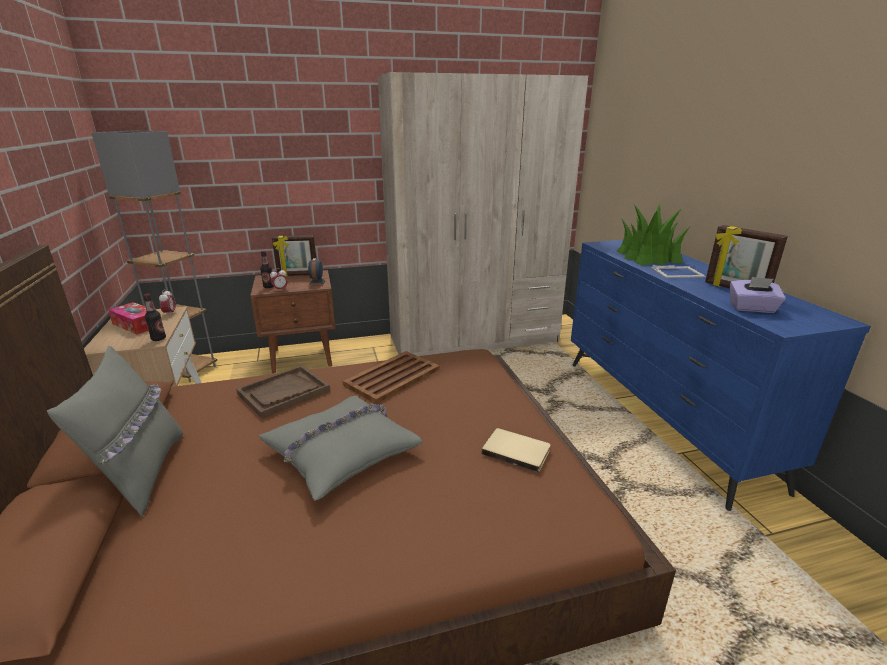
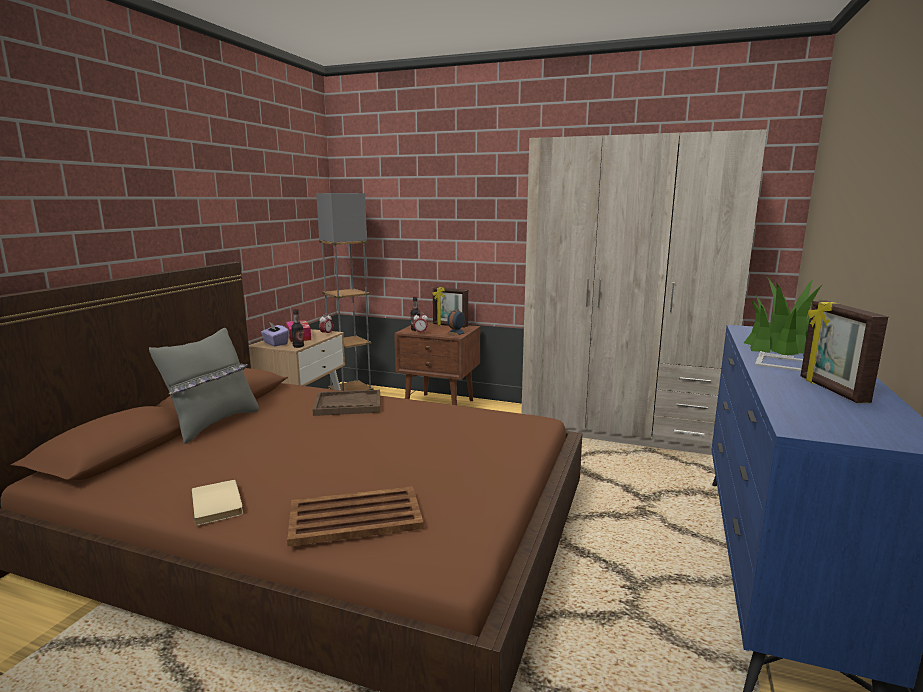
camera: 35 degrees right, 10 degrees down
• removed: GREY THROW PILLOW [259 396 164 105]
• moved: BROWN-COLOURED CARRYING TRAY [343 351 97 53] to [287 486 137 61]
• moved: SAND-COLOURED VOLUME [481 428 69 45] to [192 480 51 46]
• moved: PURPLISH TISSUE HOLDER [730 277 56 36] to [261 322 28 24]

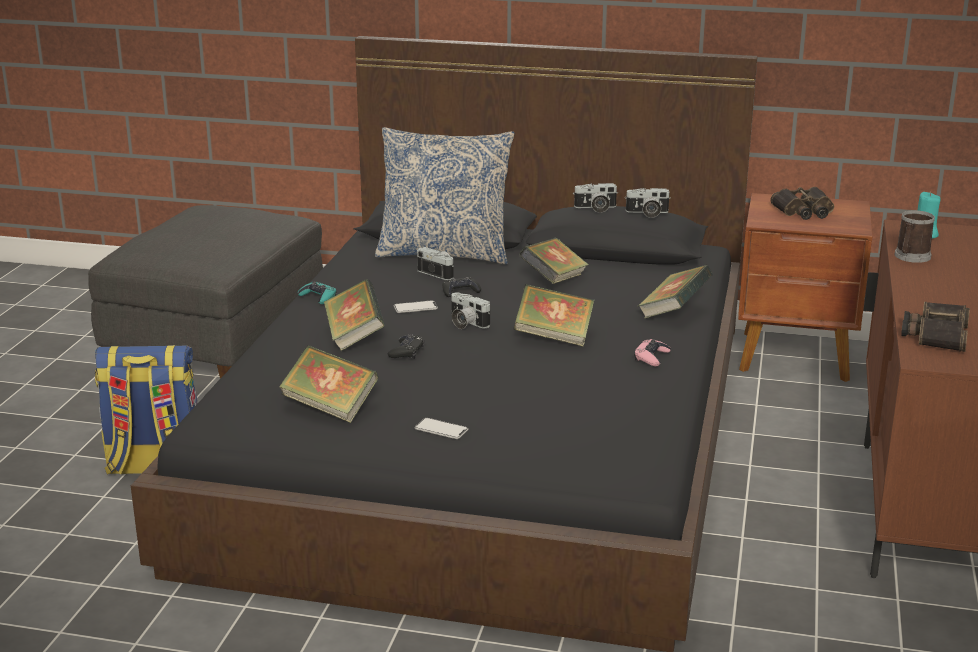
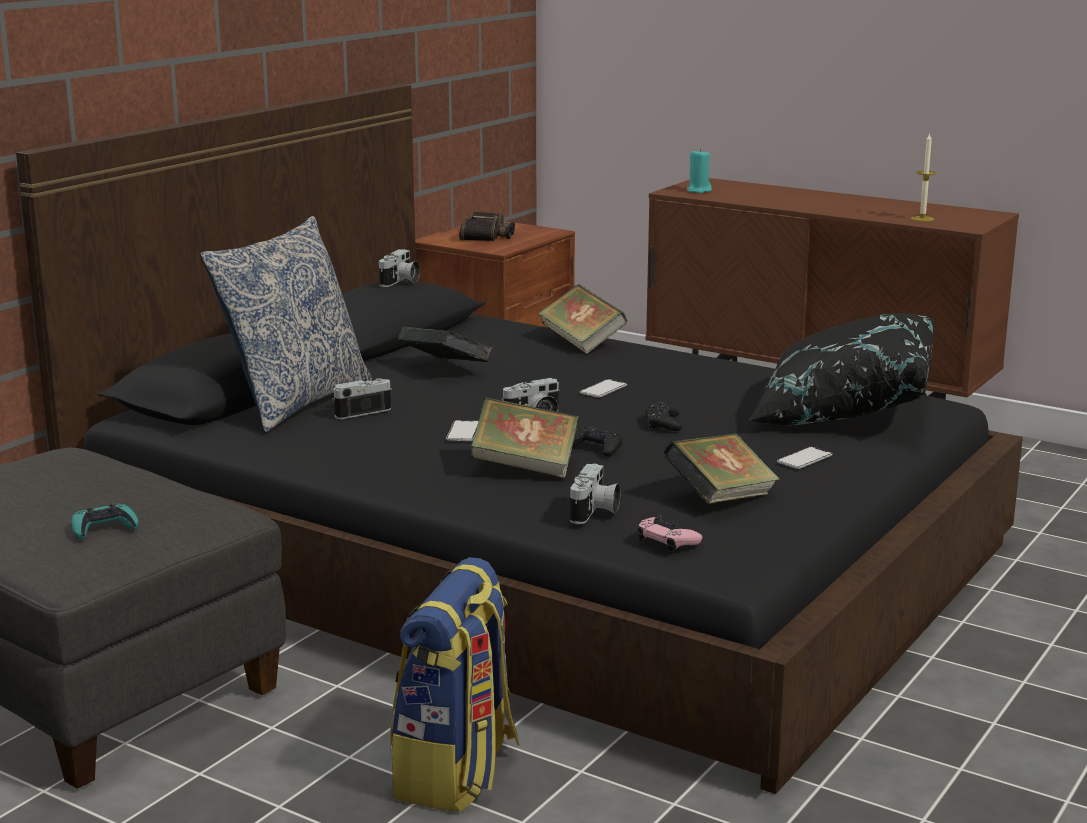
camera: 70 degrees left, 5 degrees down
• moved: TURQUOISE GAMEPAD [298 282 39 22] to [72 504 67 36]
• moved: BLACKISH GAMEPAD [442 277 39 20] to [646 402 37 29]
• replaced: VOLUME [514 284 80 63] to PHONE [580 379 47 19]
• moved: STILL CAMERA [574 183 44 30] to [570 463 50 61]
• moved: PINKISH GAMEPAD [634 339 37 27] to [638 515 64 37]
• removed: TEA MUG [895 210 40 53]
• replaced: FIELD GLASSES [901 302 69 50] to CANDLE [911 133 25 89]
• added: BLACKISH THROW PILLOW [748 313 187 112]

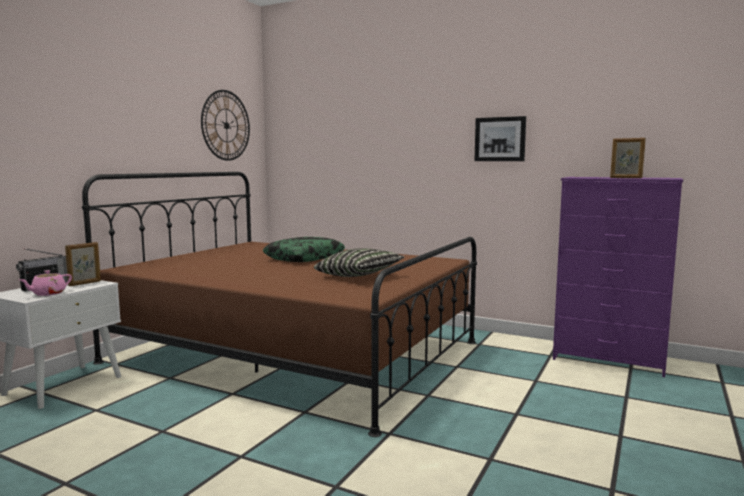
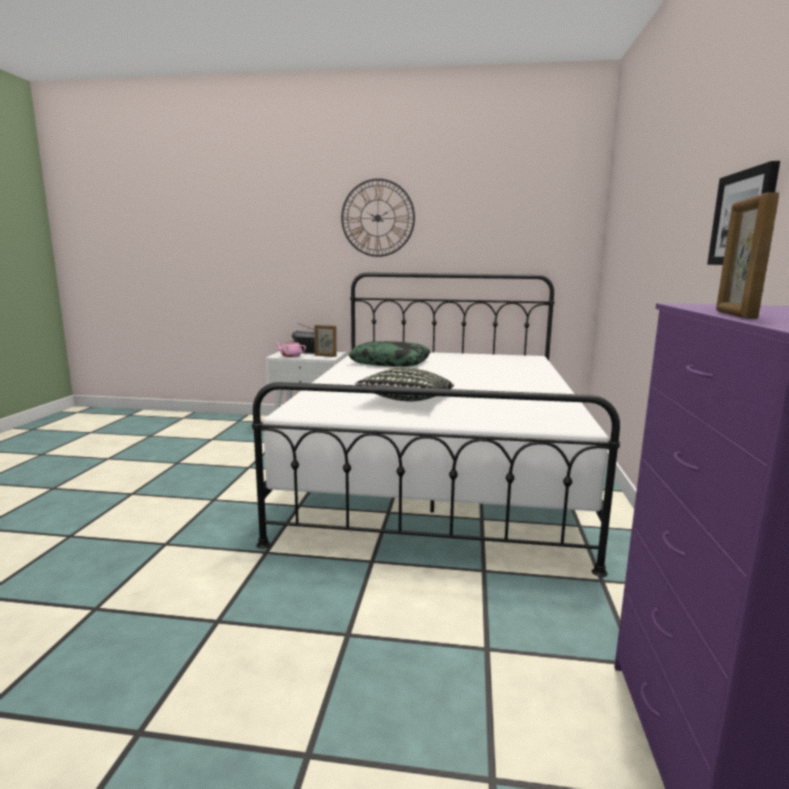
camera: 70 degrees right, 5 degrees up
• recoloured: BROWN-COLOURED BEDROOM BED [82 172 395 265] to WHITE-COLOURED BEDROOM BED [252 272 368 305]
• moved: WALL CLOCK [201 90 49 71] to [341 178 74 79]
• moved: THROW PILLOW [262 237 83 25] to [349 341 81 26]

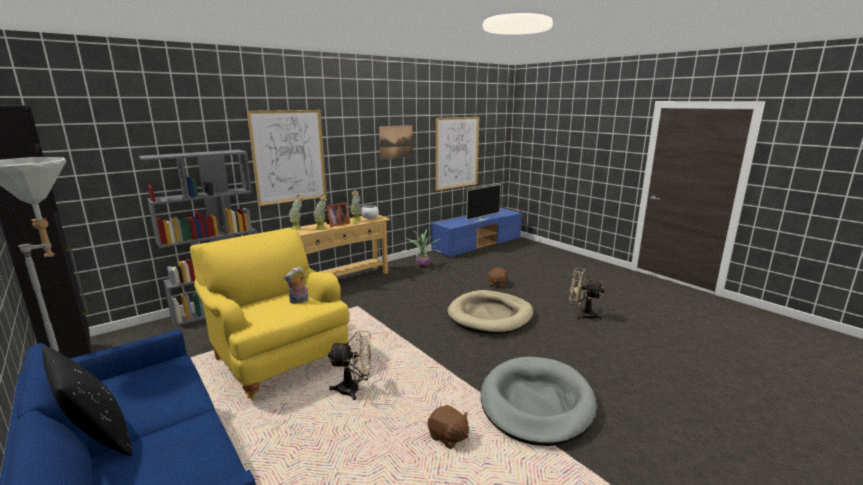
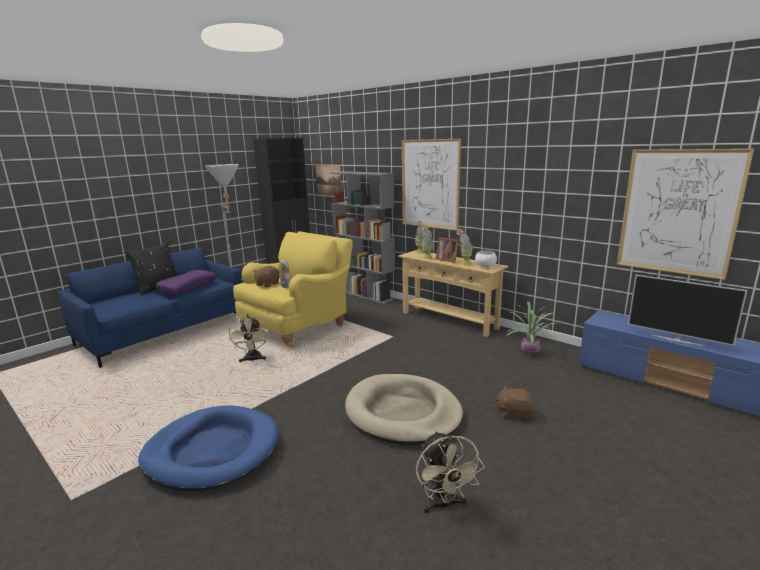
camera: 80 degrees right, 0 degrees up
• moved: WALL PICTURE [379 125 34 34] to [316 165 26 31]
• moved: BROWN-COLOURED SOFT TOY [427 405 42 44] to [253 266 27 21]
• recoloured: GREY DOG CUSHION [481 357 116 89] to BLUE DOG CUSHION [138 406 140 85]
• turned: SAND-COLOURED COOLING FAN [569 268 35 52] = [416 431 69 82] 150 degrees clockwise
• added: PURPLISH THROW PILLOW [155 270 61 24]

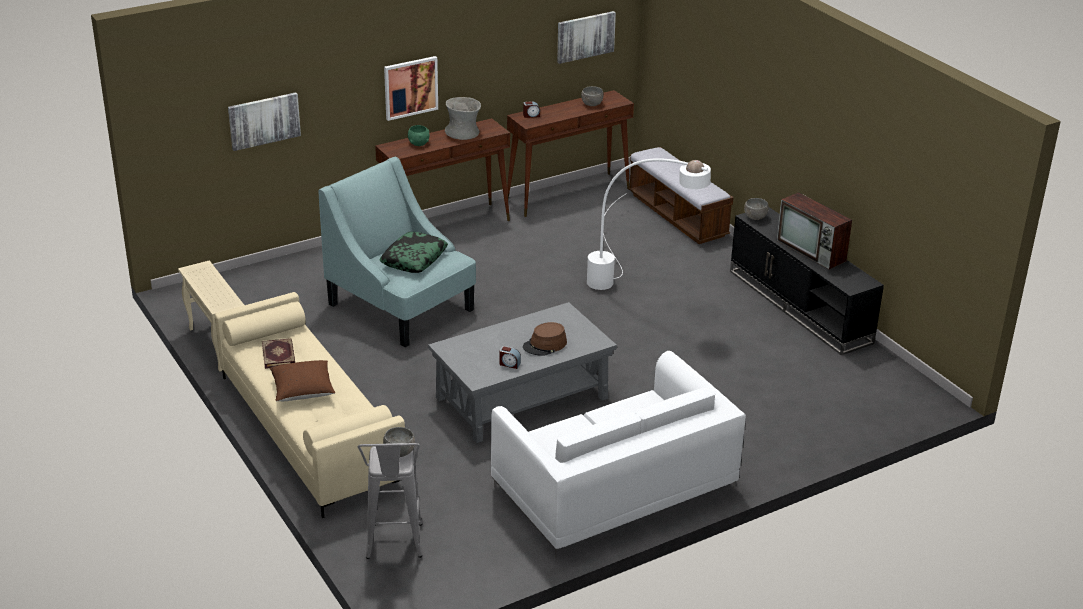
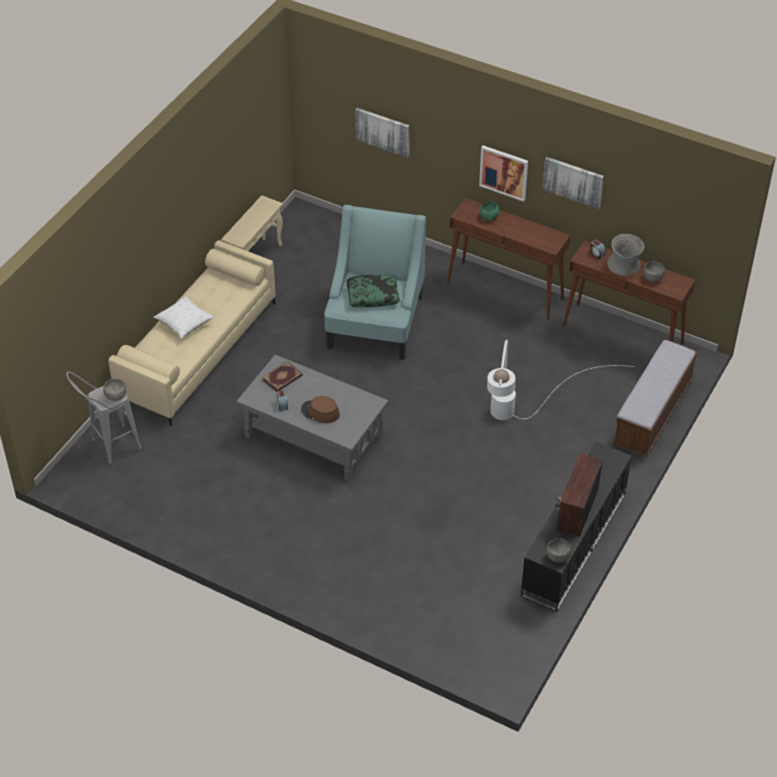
camera: 60 degrees right, 15 degrees up
• moved: VOLUME [262 338 33 31] to [262 361 40 31]
• recoloured: BROWN-COLOURED THROW PILLOW [270 360 65 41] to WHITE-COLOURED THROW PILLOW [154 296 60 43]
• moved: GREY DECORATIVE VASE [445 97 36 43] to [607 234 37 42]
• removed: WHITE-COLOURED SOFA [491 351 255 206]
• moved: WALL PICTURE [557 11 59 53] to [542 157 62 52]
• moved: GREY BOWL [744 198 25 22] to [547 539 24 24]

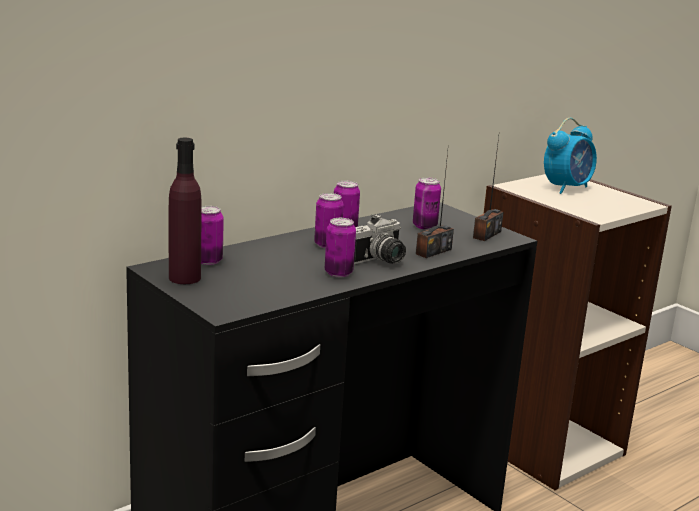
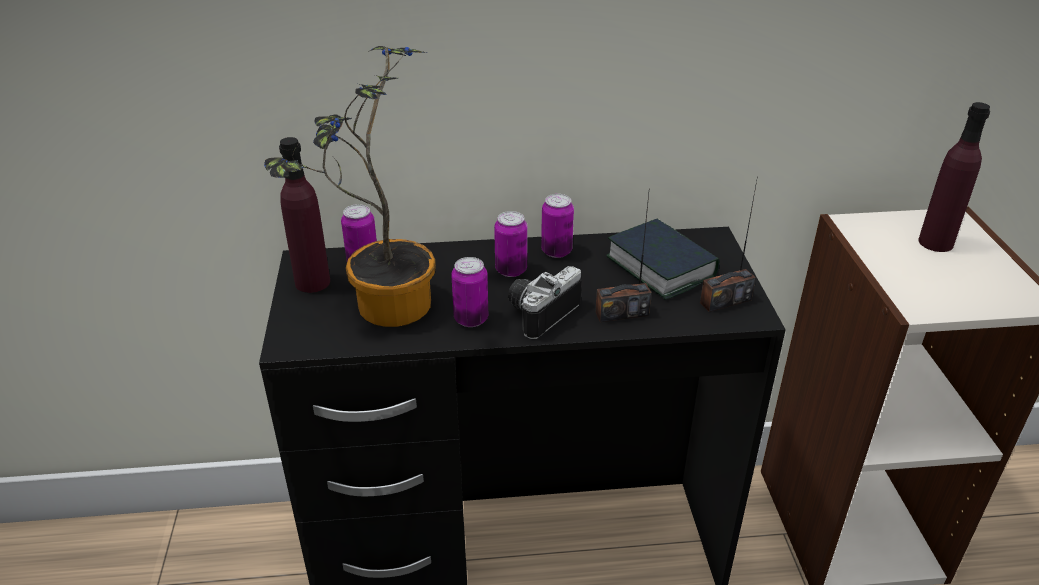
camera: 35 degrees right, 15 degrees up
• turned: STILL CAMERA [354 214 52 51] = [508 266 74 73] 135 degrees clockwise
• replaced: SEALED CAN [413 177 28 53] to VOLUME [606 219 113 81]
• replaced: BEDSIDE CLOCK [544 118 53 76] to PURPLISH BOTTLE [918 102 72 150]
• added: HOUSEPLANT [264 46 172 281]

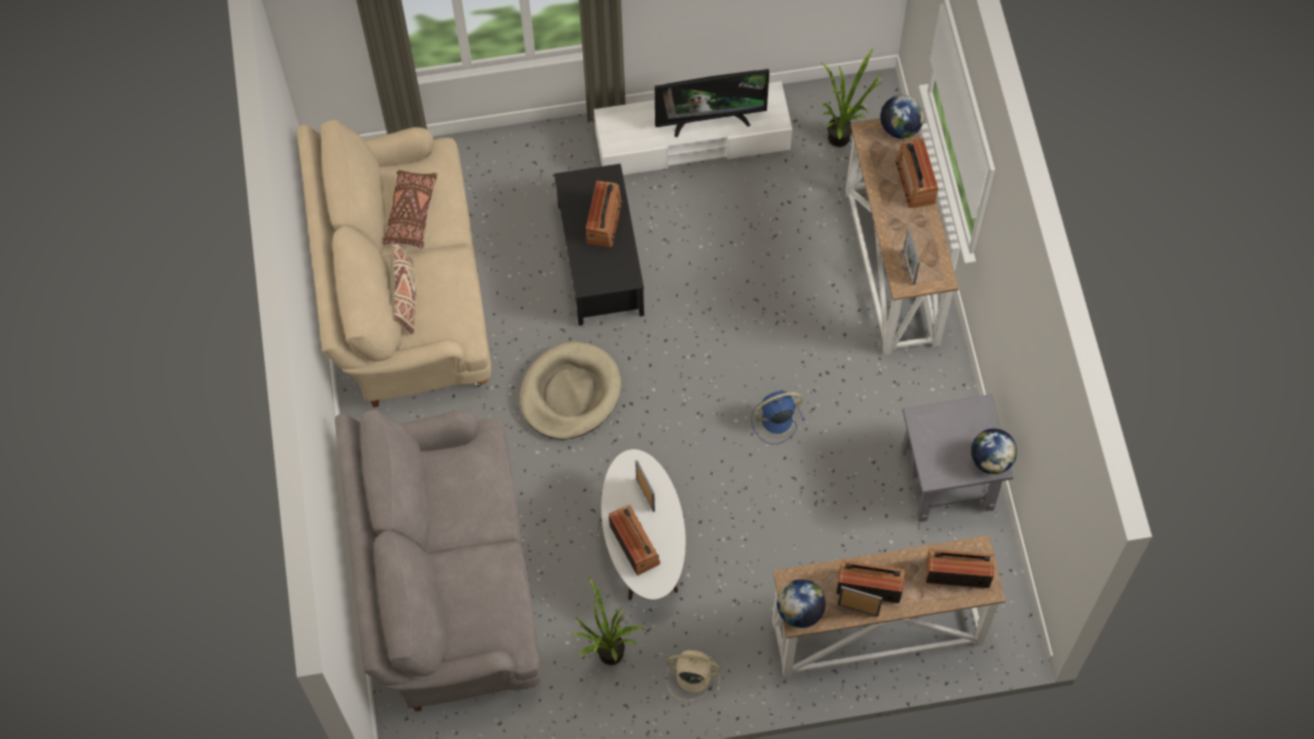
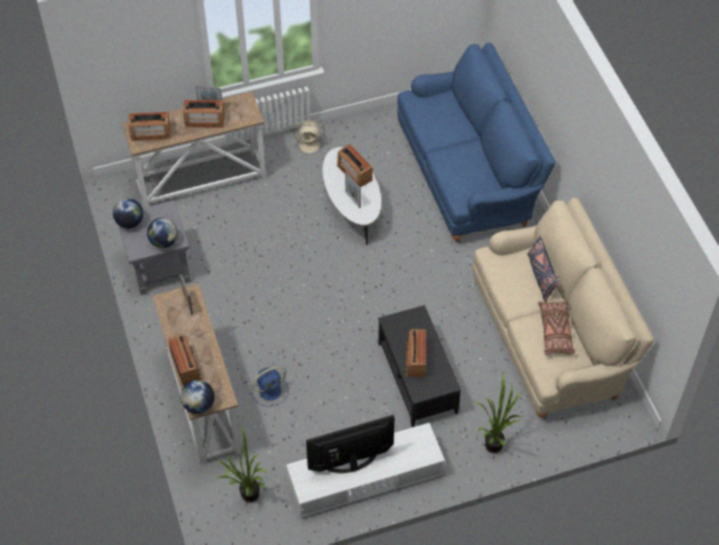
camera: 170 degrees right, 10 degrees down
• recoloured: GREY SOFA [335 410 207 302] to BLUE SOFA [397 43 159 200]
• recoloured: SAND-COLOURED THROW PILLOW [390 241 26 93] to BLUE THROW PILLOW [527 236 32 66]
• removed: SAND-COLOURED DOG CUSHION [520 341 101 99]
• moved: HOUSEPLANT [571 576 75 89] to [473 372 51 81]
• moved: BLUE COOLING FAN [751 391 54 53] to [250 367 39 40]
• moved: GLOBE [777 579 49 49] to [147 218 31 30]

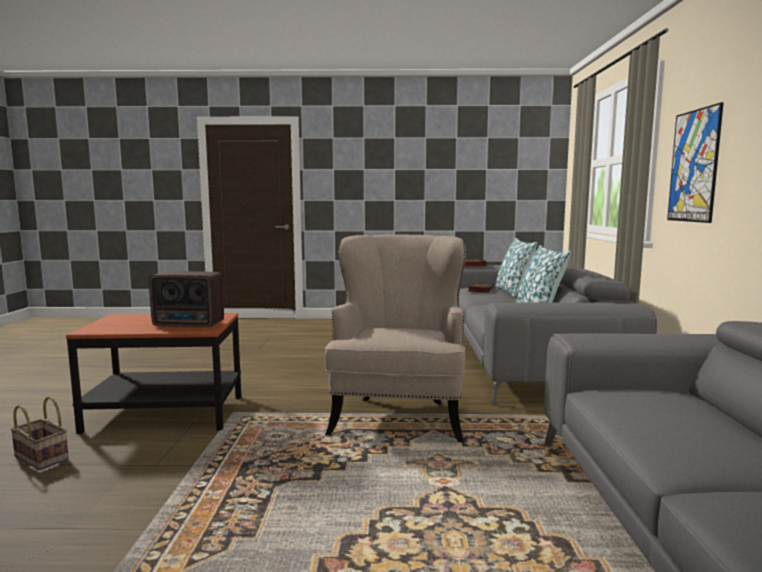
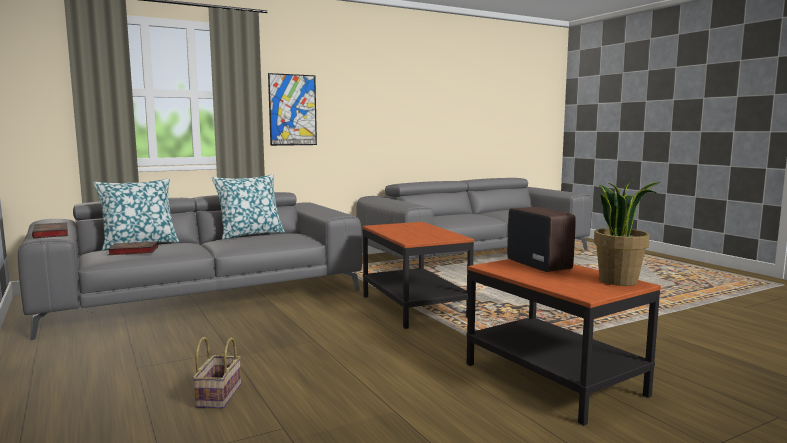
camera: 120 degrees left, 0 degrees up
• moved: BASKET [10 396 59 74] to [193 337 48 72]
• replaced: SAND-COLOURED ARMCHAIR [325 235 141 208] to SIDE TABLE [362 222 112 107]
• added: HOUSEPLANT [594 179 66 107]

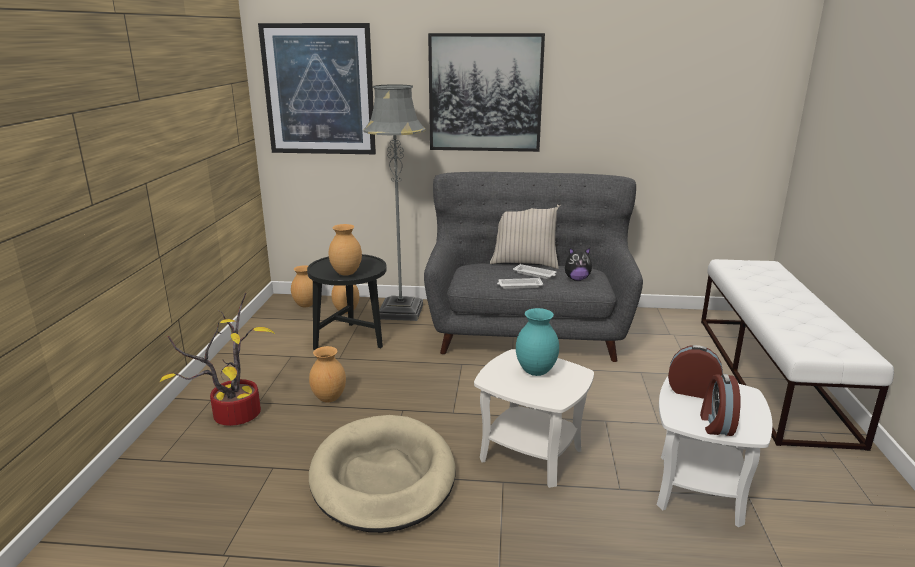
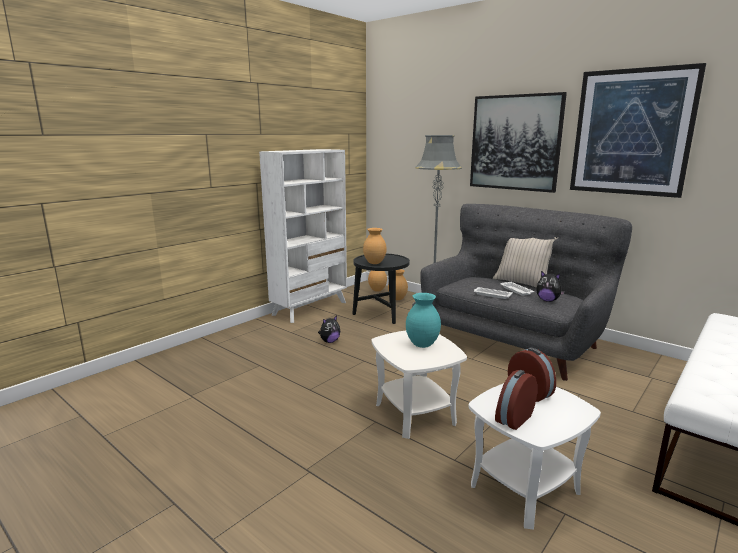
camera: 35 degrees right, 5 degrees down
• removed: HOUSEPLANT [160 293 115 133]
• moved: WALL PICTURE [258 23 118 131] to [570 63 136 135]
• replaced: BROWN-COLOURED DECORATIVE VASE [309 346 37 56] to SOFT TOY [318 316 22 27]
• removed: SAND-COLOURED DOG CUSHION [309 415 146 118]
• added: WHITE-COLOURED BOOKCASE [259 149 88 174]

